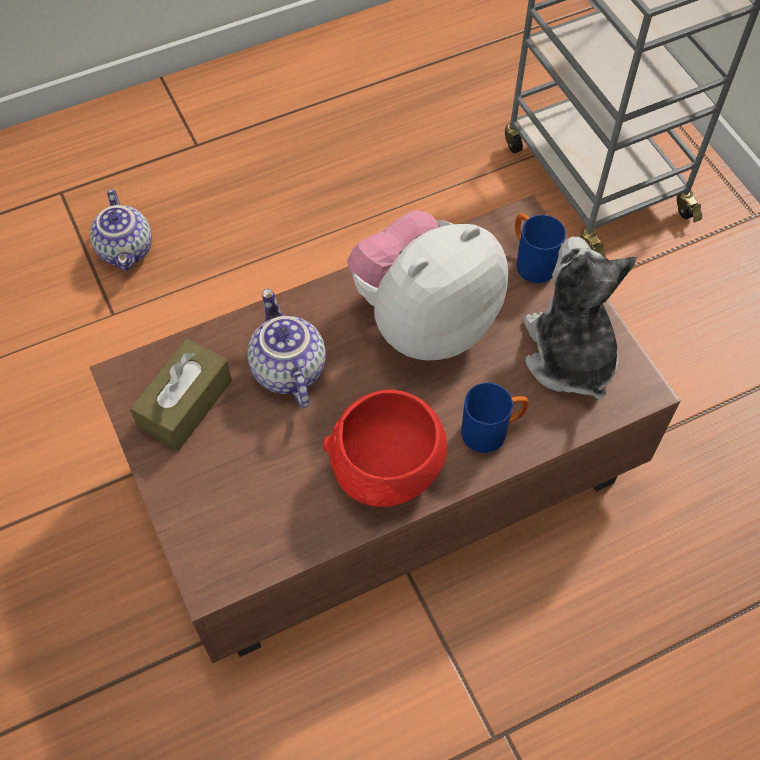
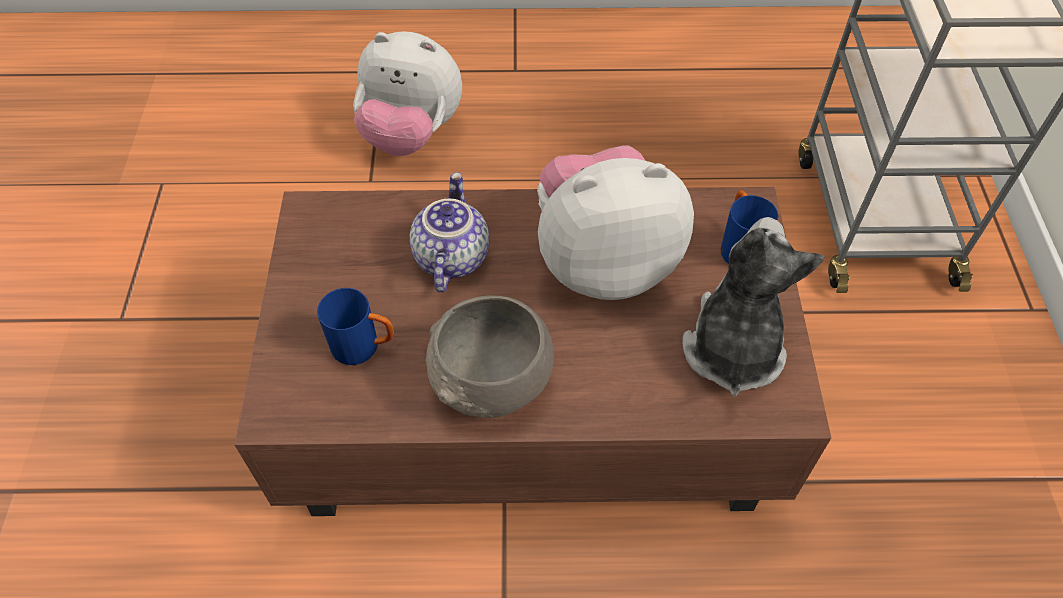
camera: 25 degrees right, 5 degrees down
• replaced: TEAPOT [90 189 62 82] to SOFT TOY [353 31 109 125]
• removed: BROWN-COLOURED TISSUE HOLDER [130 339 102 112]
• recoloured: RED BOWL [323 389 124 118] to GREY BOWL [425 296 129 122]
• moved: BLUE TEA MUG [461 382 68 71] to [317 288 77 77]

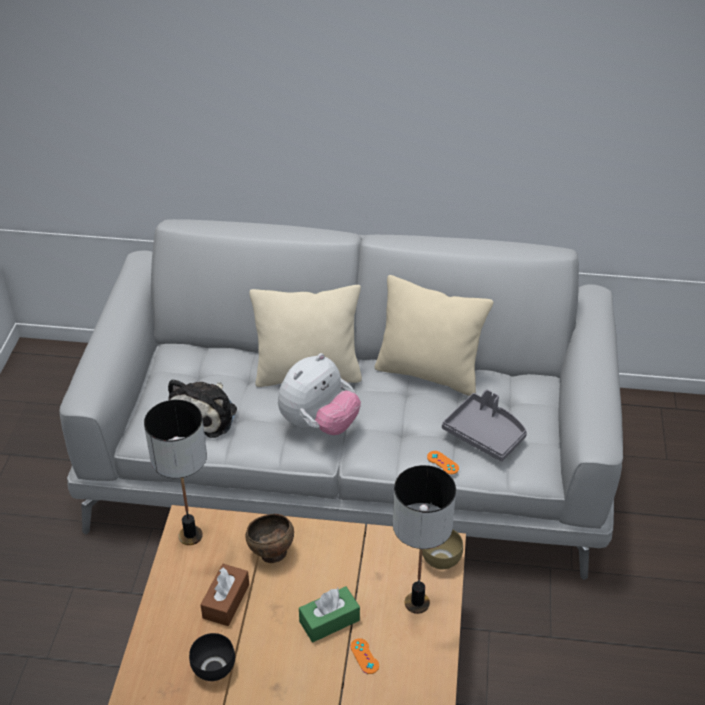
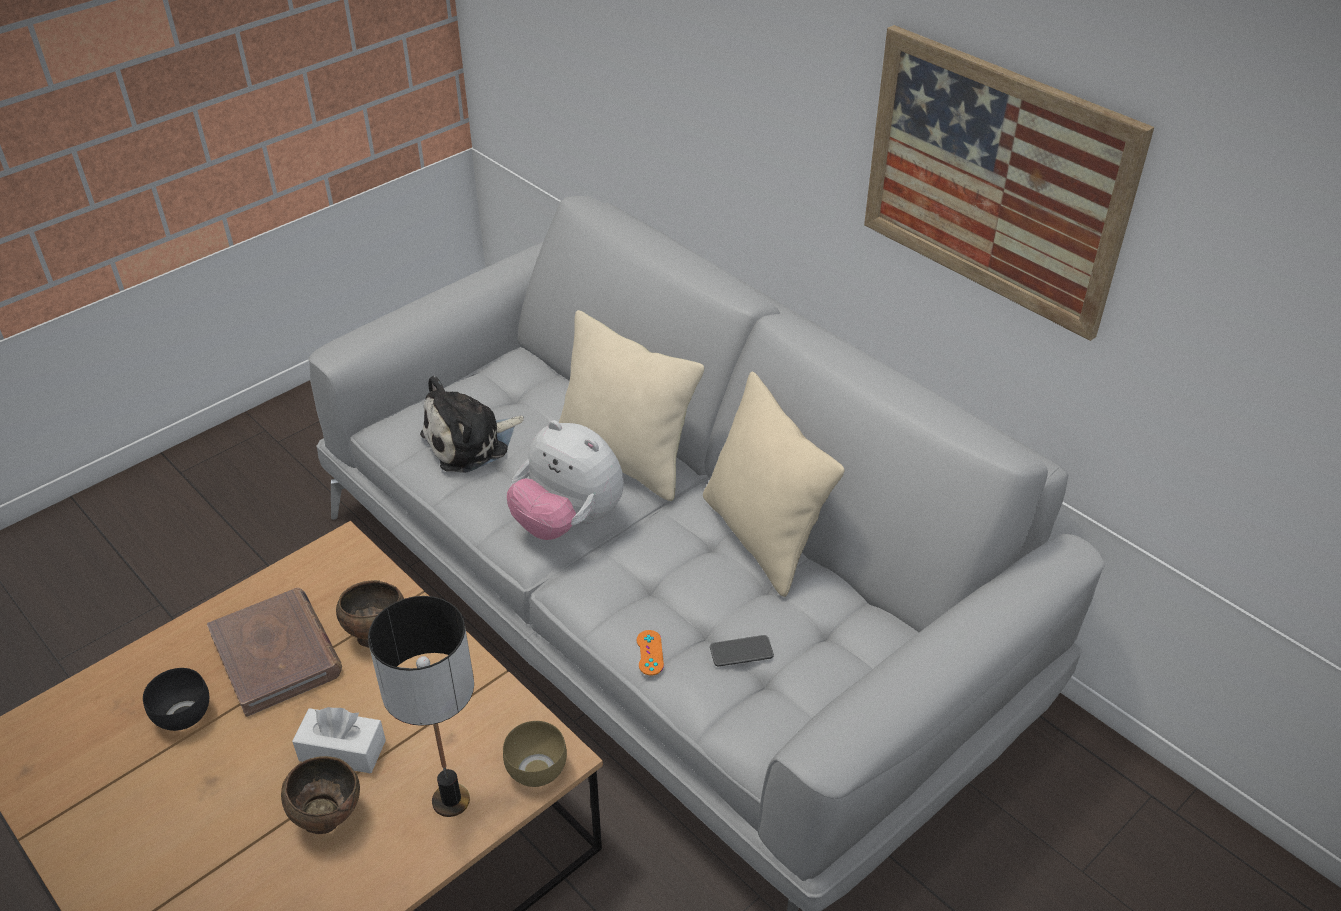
camera: 40 degrees right, 0 degrees up
• removed: TABLETOP LAMP [144 400 63 145]
• replaced: BROWN-COLOURED TISSUE HOLDER [200 564 49 62] to BROWN-COLOURED VOLUME [207 588 135 129]
• turned: SOFT TOY [278 353 83 82] = [507 420 117 120] 45 degrees clockwise
• recoloured: GREEN TISSUE HOLDER [299 586 61 56] to WHITE-COLOURED TISSUE HOLDER [292 707 94 66]
• replaced: ORANGEY GAMEPAD [350 638 29 36] to BROWN-COLOURED BOWL [281 756 79 78]
• replaced: GREY CARRYING TRAY [442 389 85 72] to PHONE [710 635 64 31]
• added: WALL PICTURE [864 25 290 316]

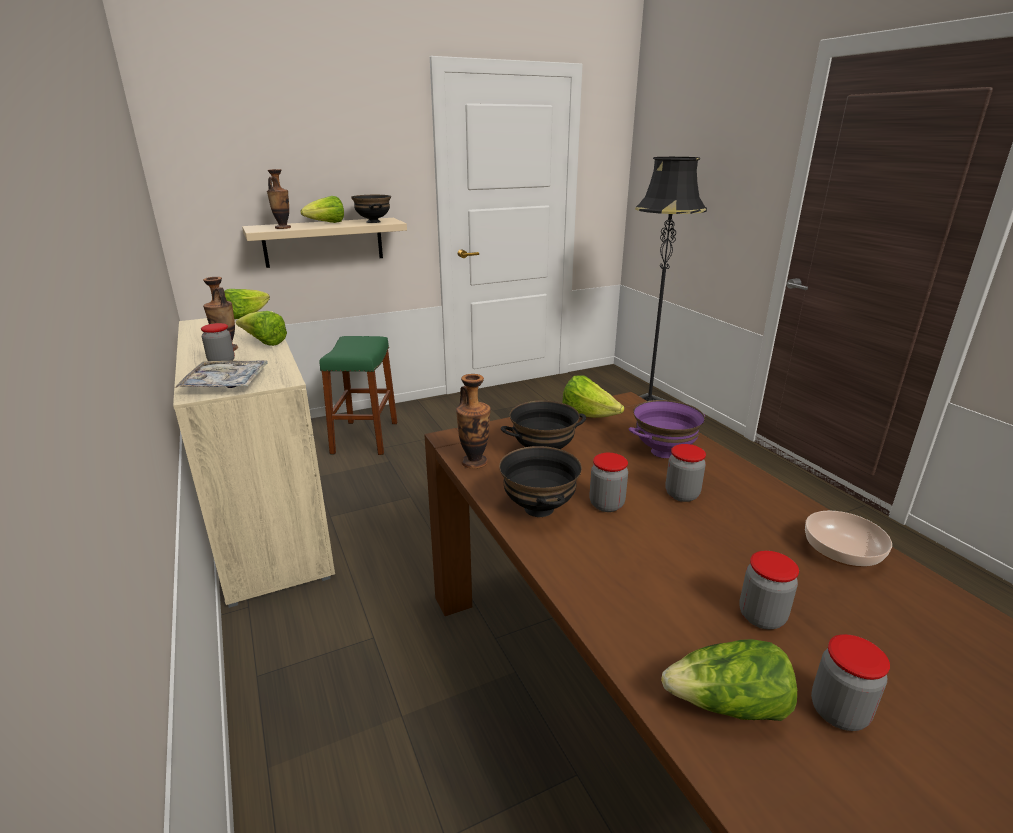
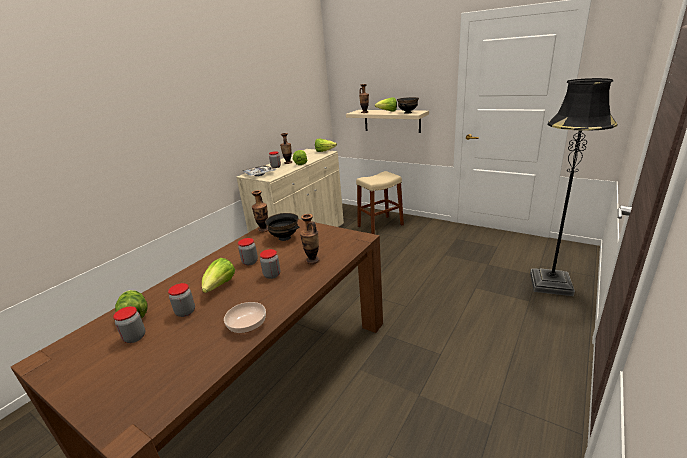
camera: 60 degrees right, 0 degrees up
• recoloured: GREEN STOOL SEAT [320 336 77 119] to SAND-COLOURED STOOL SEAT [356 171 48 63]
• removed: BLACKISH BOWL [499 446 83 71]
• moved: HEAD OF LETTUCE [562 376 62 42] to [202 258 33 35]
• replaced: PURPLISH BOWL [629 400 76 58] to DECORATIVE VASE [300 214 20 50]

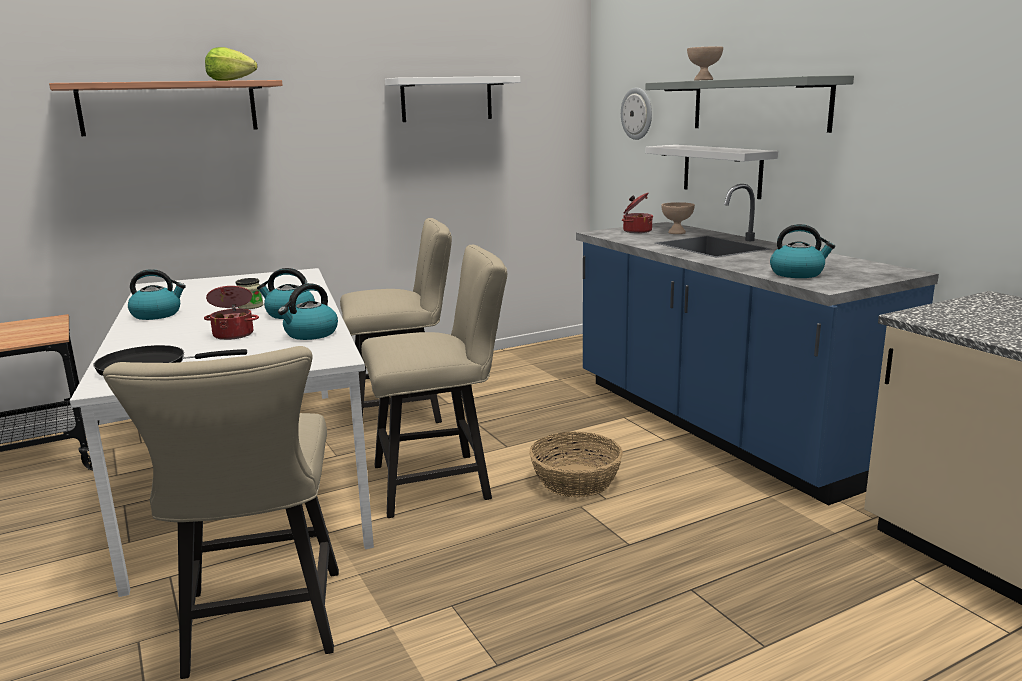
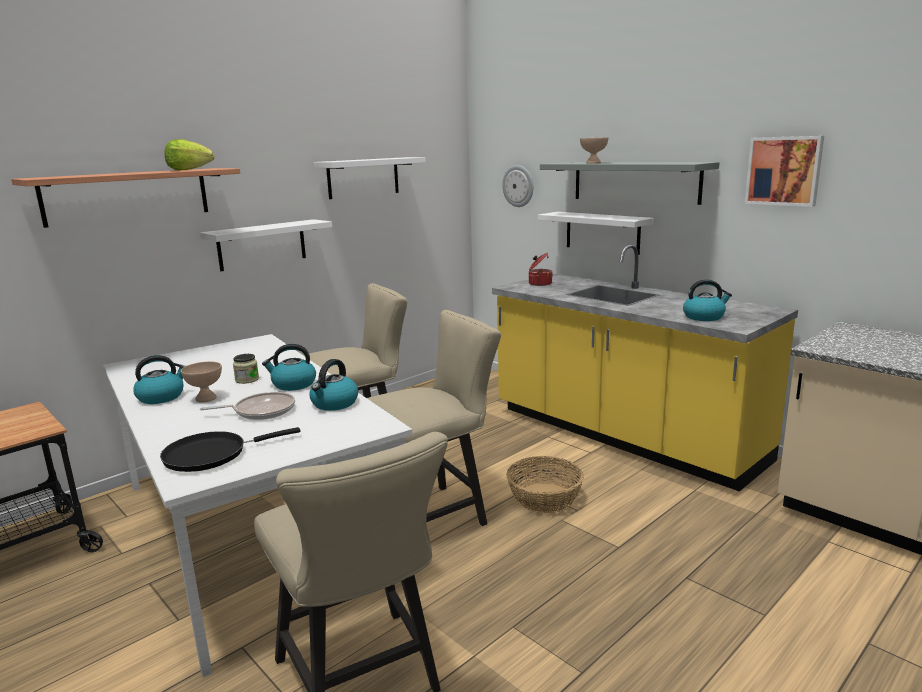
camera: 15 degrees left, 0 degrees up
• replaced: STOCKPOT [204 286 55 54] to FRYING PAN [200 392 95 28]
• recoloured: BLUE KITCHEN BASE UNIT [576 184 363 322] to YELLOW-COLOURED KITCHEN BASE UNIT [492 244 306 248]
• moved: SAND-COLOURED BOWL [661 202 34 32] to [181 361 41 41]
• added: WHITE-COLOURED SHELF [200 219 132 52]
• added: WALL PICTURE [745 136 79 71]

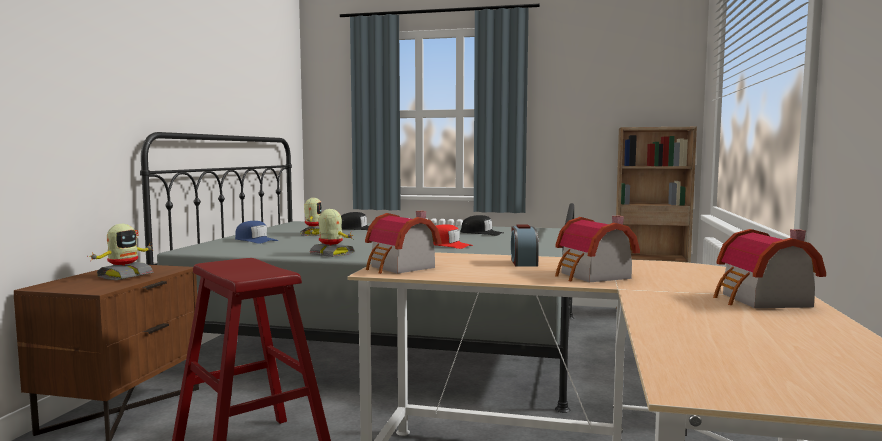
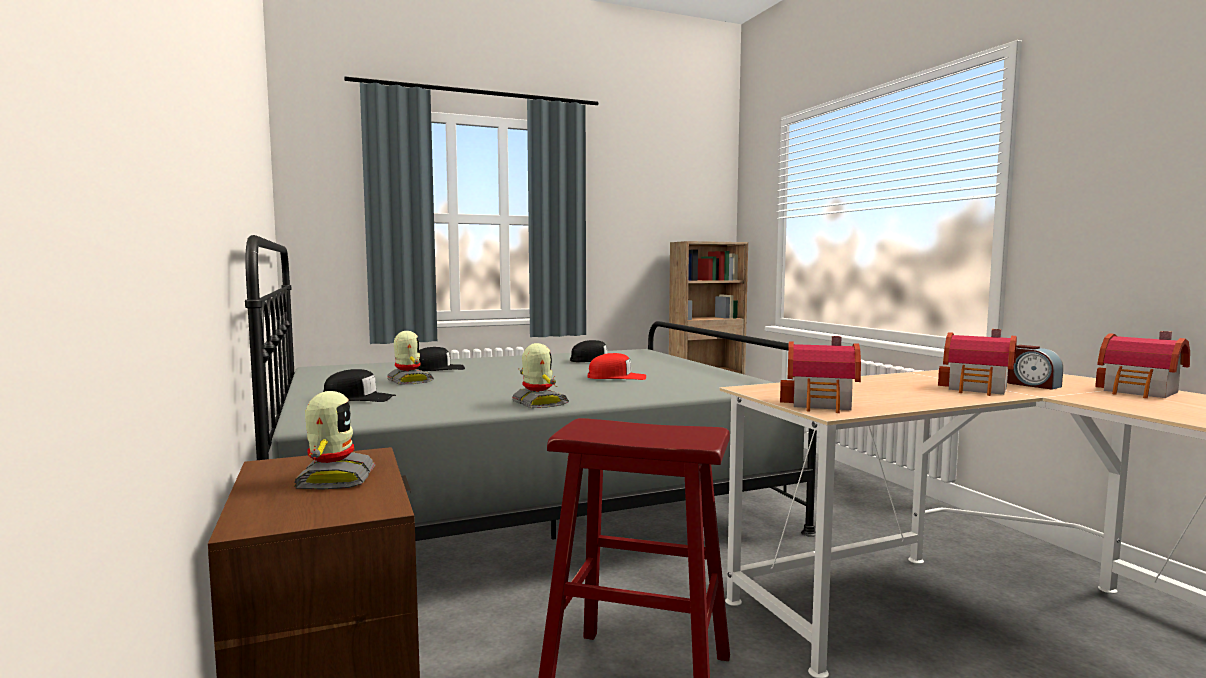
camera: 35 degrees left, 0 degrees up
• recoloured: BLUE BASEBALL CAP [235 221 43 23] to BLACKISH BASEBALL CAP [323 369 73 33]
• turned: ROBOT FIGURE [308 209 47 48] = [512 343 57 65] 60 degrees clockwise
• moved: BEDSIDE CLOCK [511 224 28 43] to [1007 345 56 45]

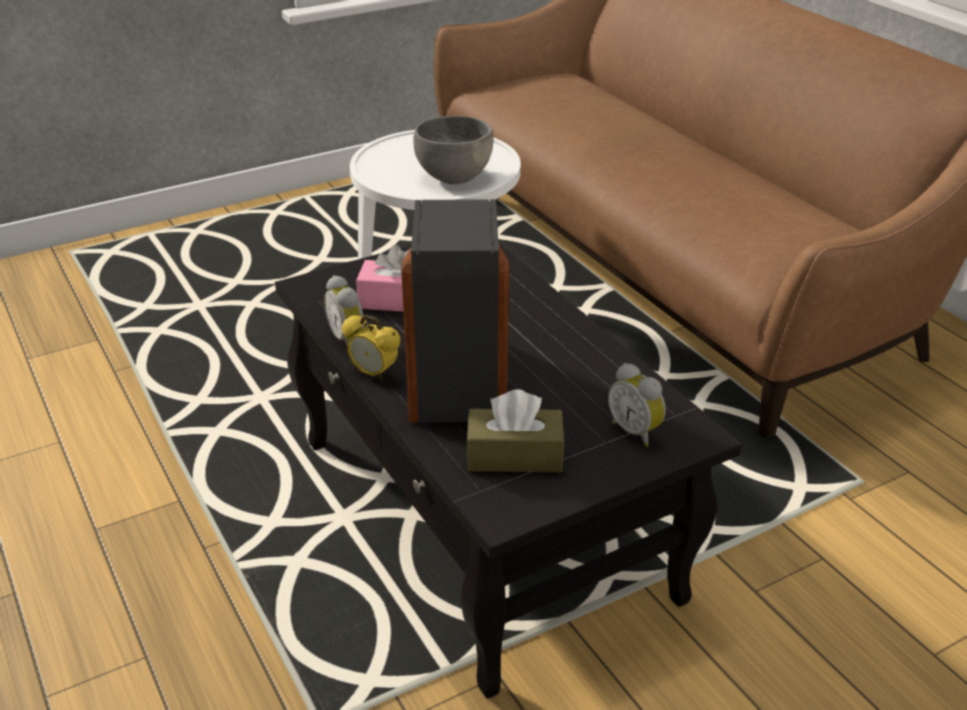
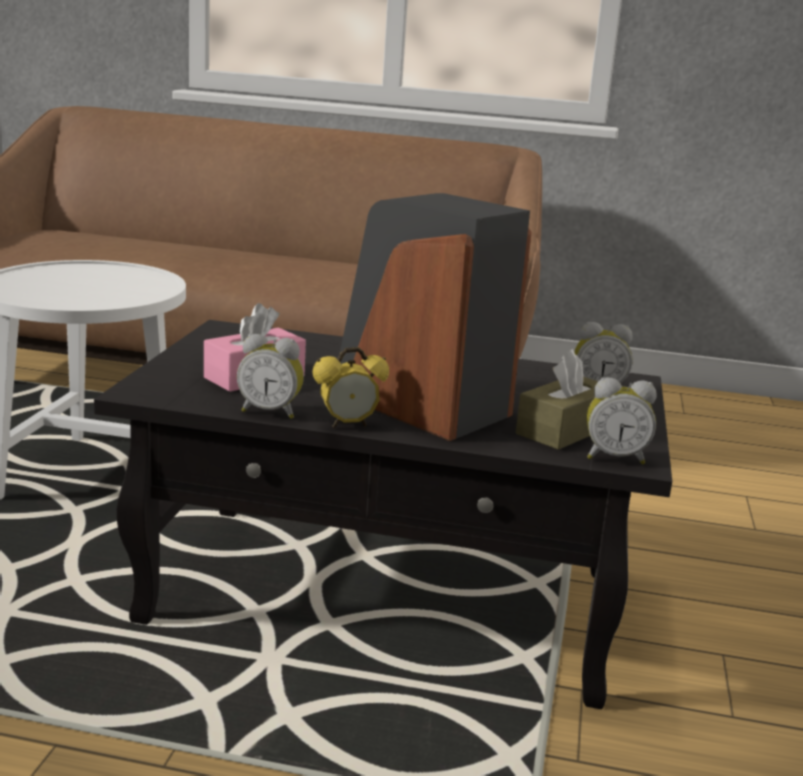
camera: 50 degrees left, 15 degrees down
• removed: GREY BOWL [413 115 81 69]
• added: BEDSIDE CLOCK [587 377 69 88]

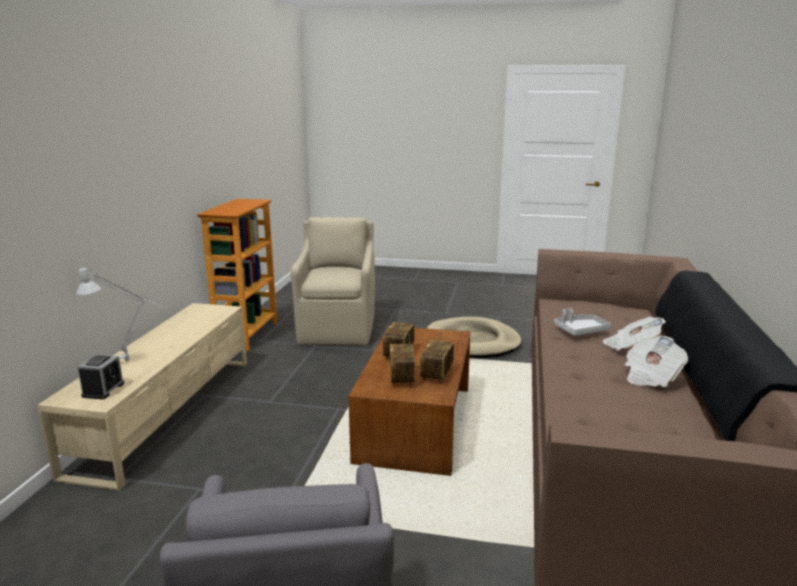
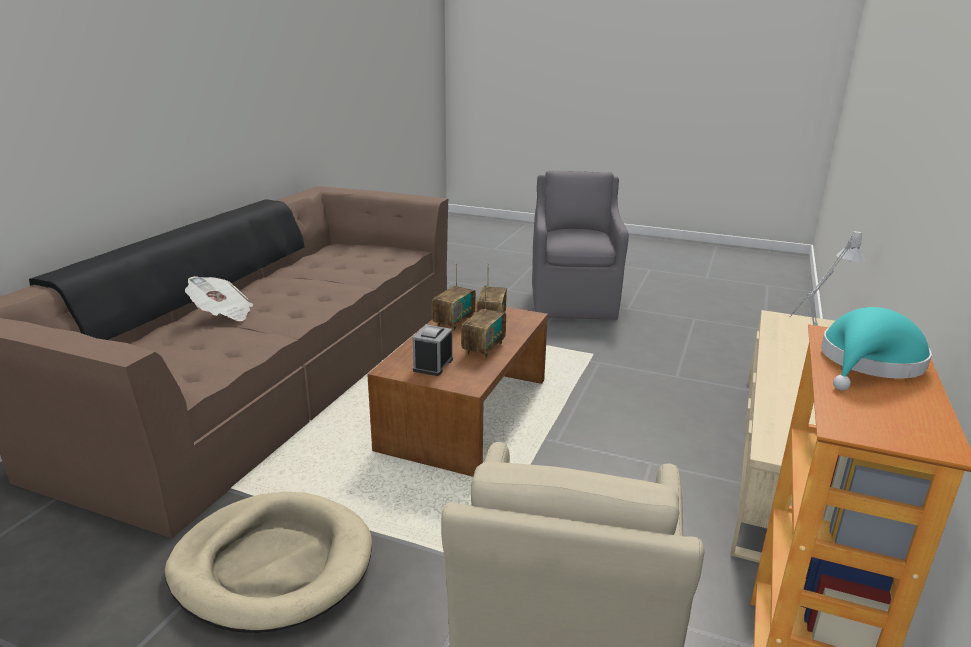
camera: 170 degrees left, 5 degrees up
• moved: BEDSIDE CLOCK [77 354 47 46] to [413 325 40 51]
• removed: GREY CARRYING TRAY [554 309 58 27]
• removed: NEWSPAPER [625 336 63 51]
• added: TURQUOISE HAT [821 307 111 84]

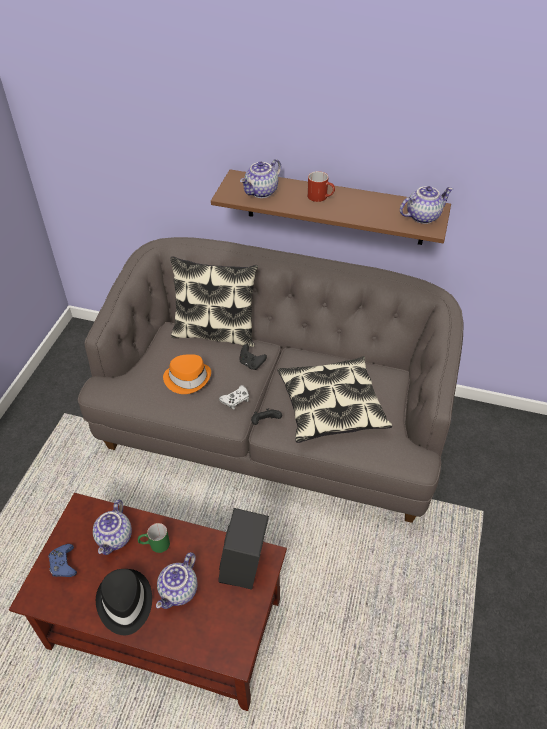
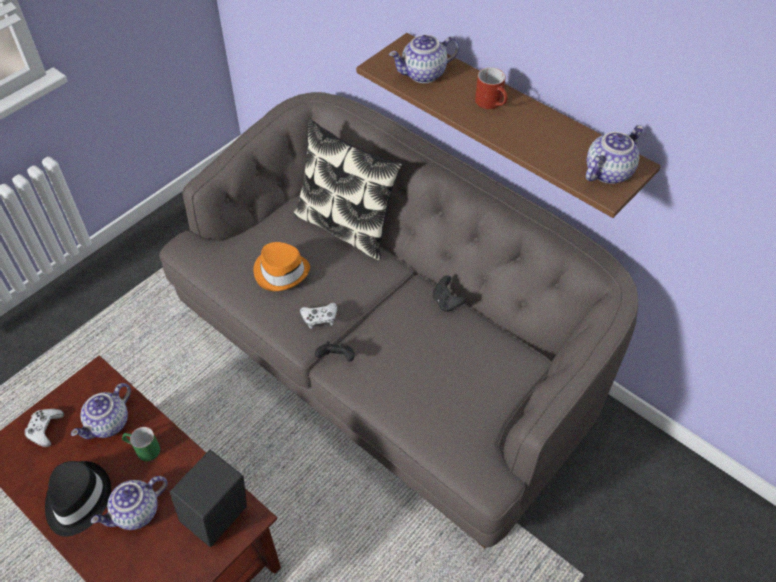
camera: 25 degrees right, 5 degrees up
• recoloured: BLUE GAMEPAD [48 544 29 33] to WHITE-COLOURED GAMEPAD [25 409 39 38]
• moved: BLACKISH GAMEPAD [239 344 28 26] to [433 275 33 37]
• removed: THROW PILLOW [277 356 115 87]
• turned: TEAPOT [400 186 53 38] = [586 125 58 59] 45 degrees counterclockwise

